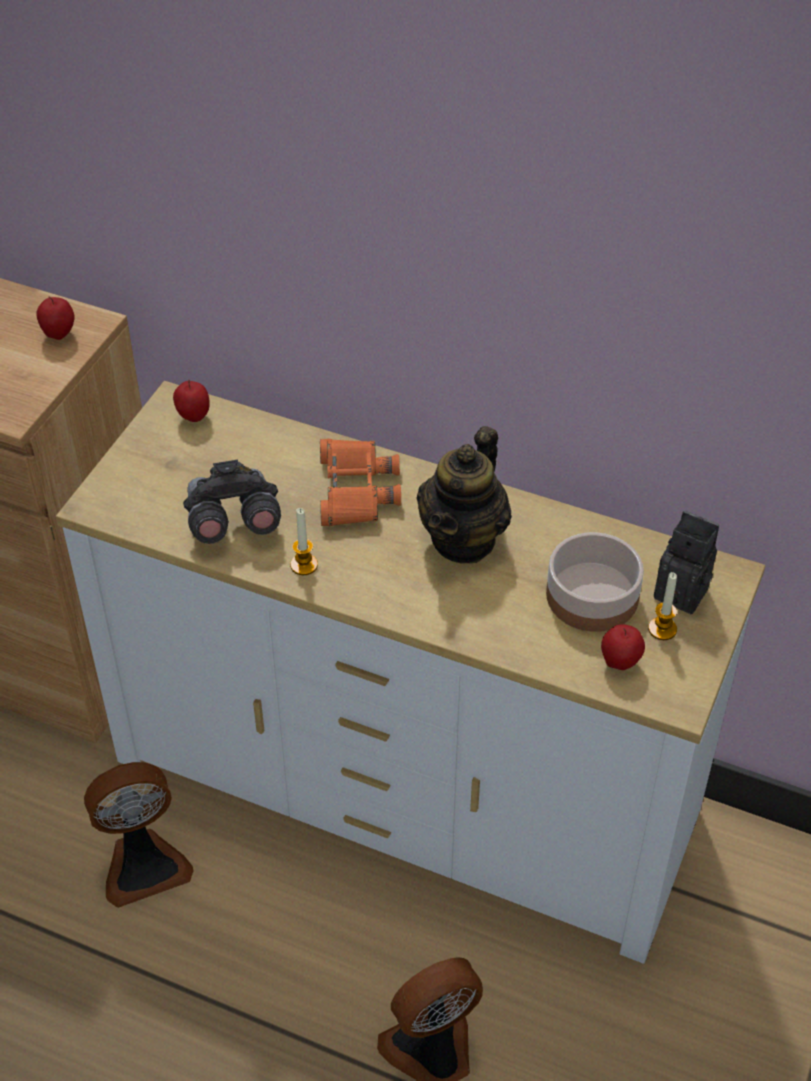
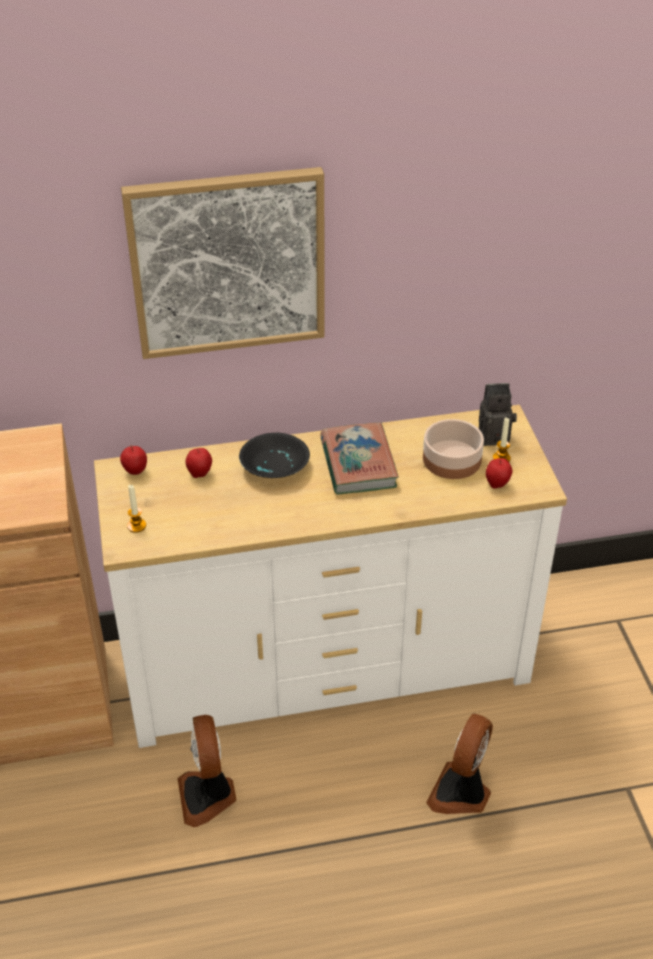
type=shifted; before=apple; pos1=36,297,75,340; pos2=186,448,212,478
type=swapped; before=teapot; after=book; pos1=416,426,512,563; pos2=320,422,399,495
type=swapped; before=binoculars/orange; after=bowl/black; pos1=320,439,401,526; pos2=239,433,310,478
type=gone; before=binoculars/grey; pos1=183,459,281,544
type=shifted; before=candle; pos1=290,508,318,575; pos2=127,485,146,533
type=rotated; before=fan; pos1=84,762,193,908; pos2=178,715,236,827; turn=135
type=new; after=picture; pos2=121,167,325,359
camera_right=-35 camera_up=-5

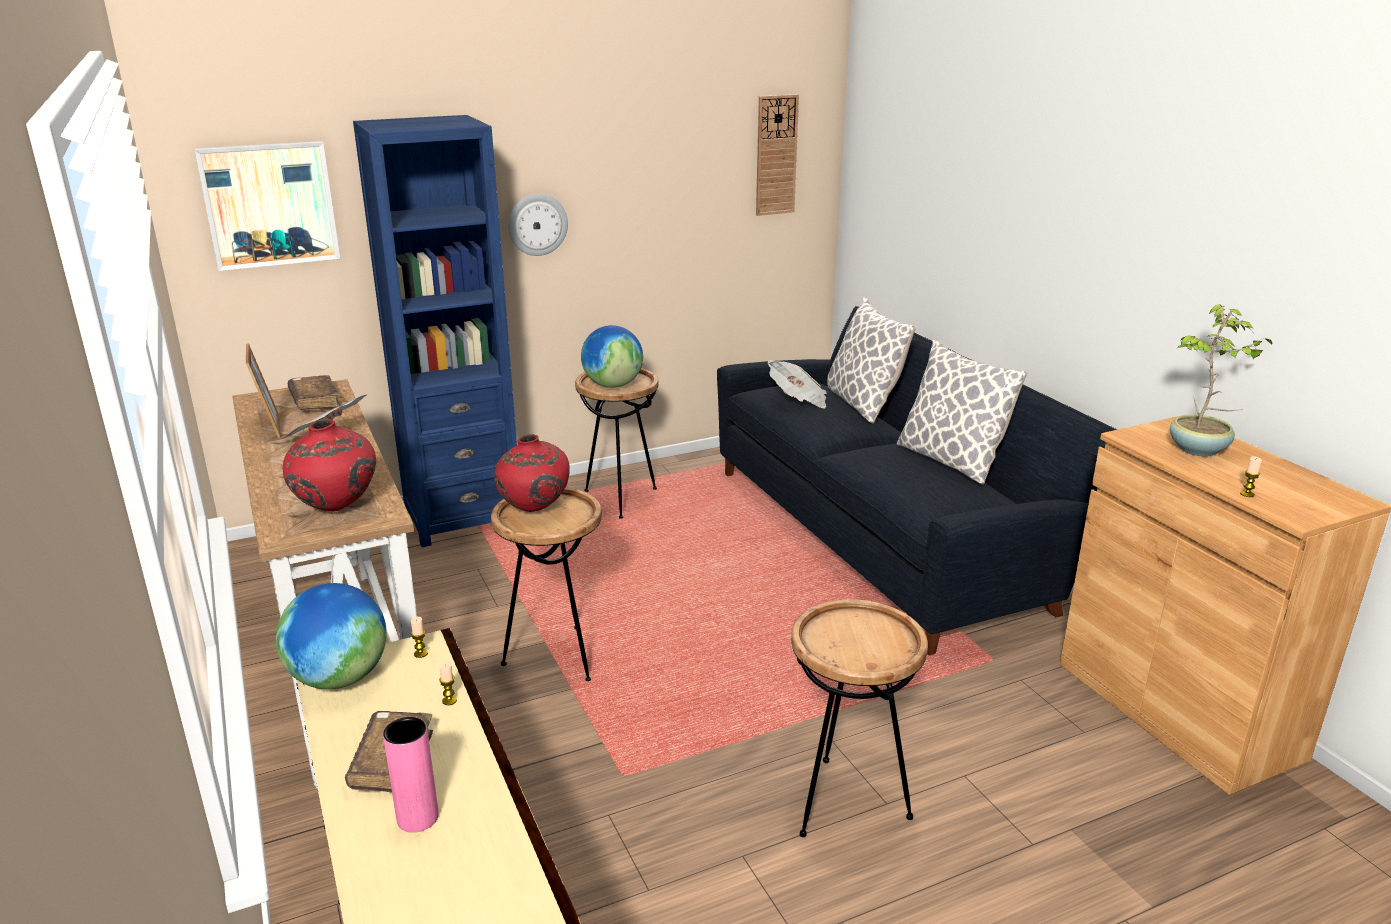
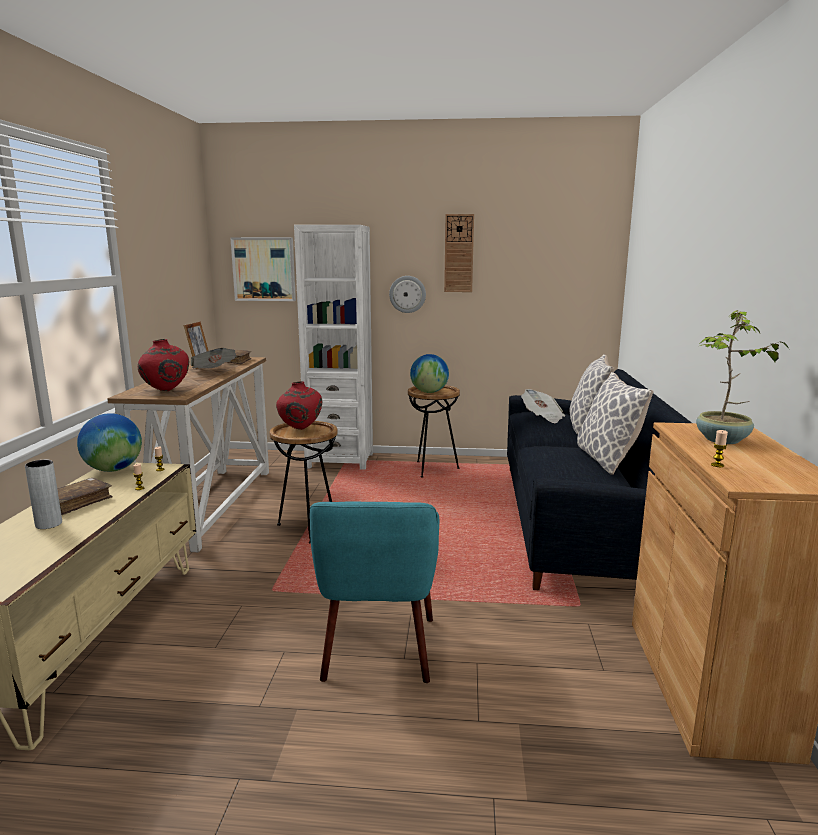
type=shifted; before=wall clock; pos1=756,94,799,216; pos2=444,214,474,292
type=repainted; before=bookcase/blue; after=bookcase/white; pos1=353,115,517,547; pos2=294,225,373,470
type=swapped; before=side table/brown; after=armchair/turquoise; pos1=791,599,928,837; pos2=310,502,439,683
type=repainted; before=vase/pink; after=vase/grey; pos1=383,717,439,833; pos2=25,459,62,529
camera_right=30 camera_up=-10

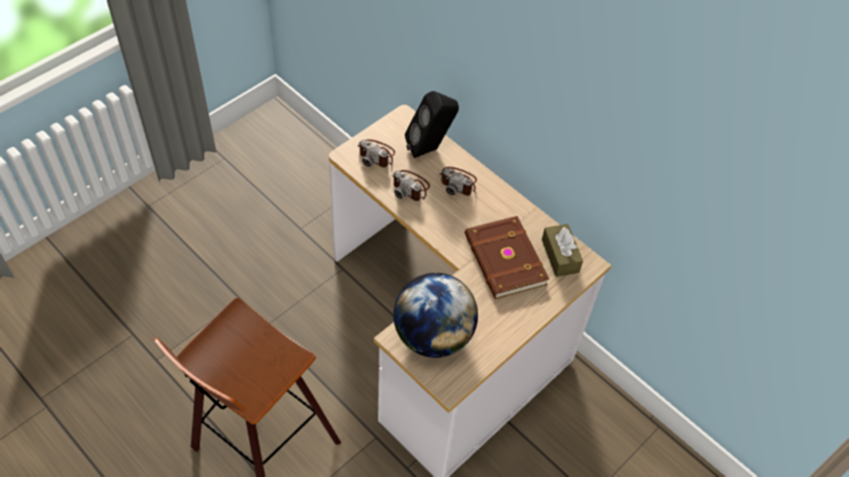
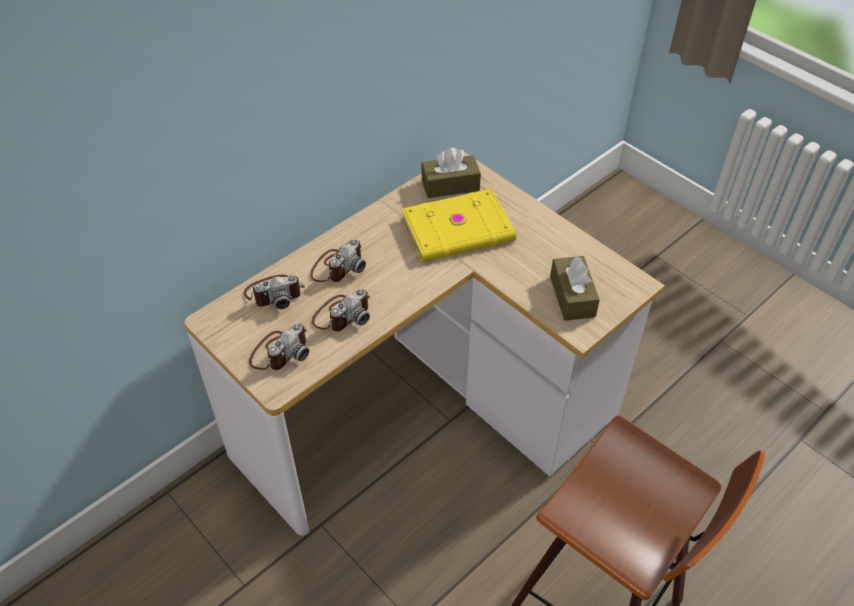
type=swapped; before=speaker/black; after=photo camera; pos1=405,91,459,158; pos2=244,275,305,309
type=repainted; before=book/brown; after=book/yellow; pos1=465,216,549,299; pos2=402,189,516,262
type=swapped; before=globe; after=tissue box/brown; pos1=393,273,478,358; pos2=550,255,600,321
camera_right=-85 camera_up=-5

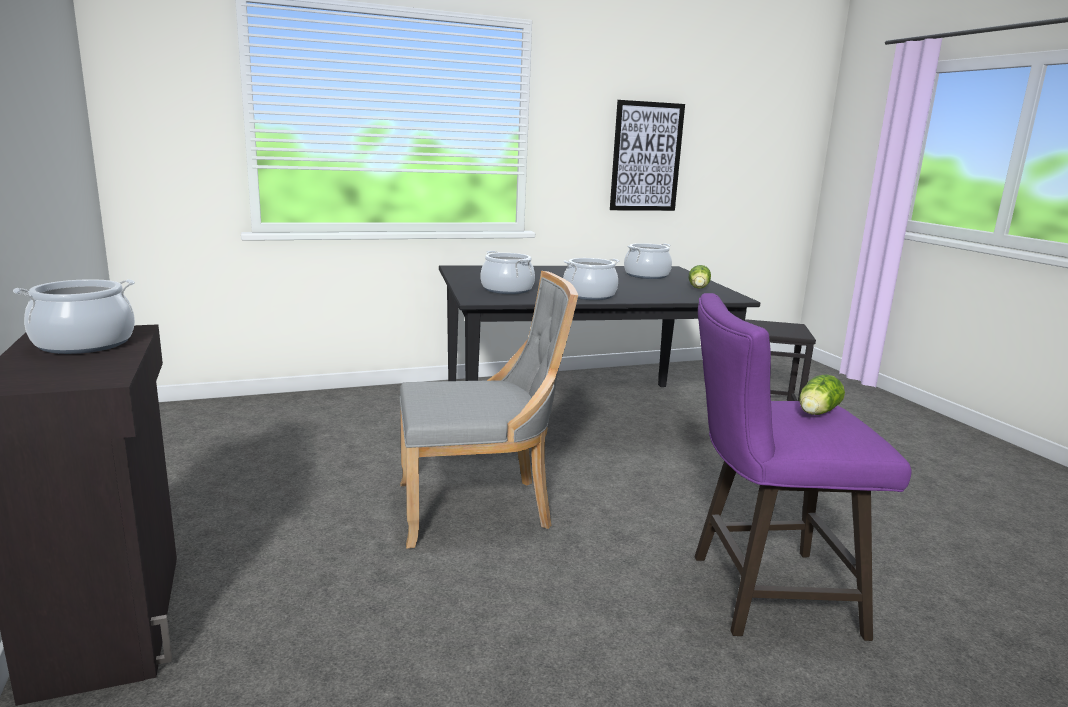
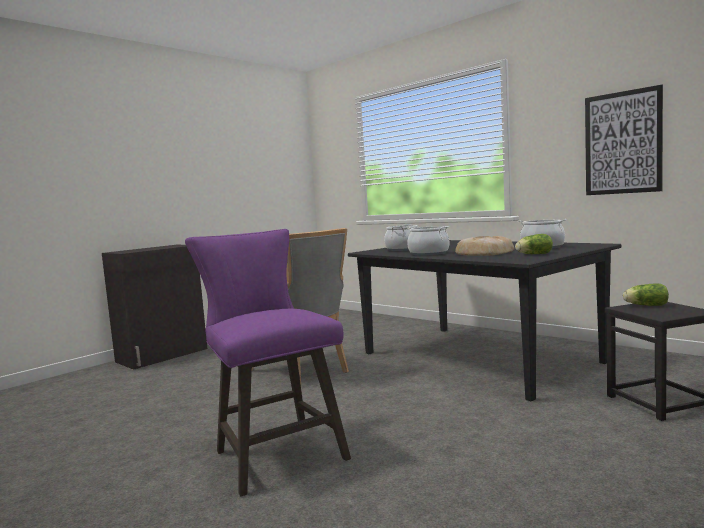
type=gone; before=cooking pot; pos1=13,279,135,354
type=shifted; before=lettuce; pos1=799,374,845,415; pos2=623,283,669,306
type=new; after=bread; pos2=455,236,514,256
camera_right=65 camera_up=-10

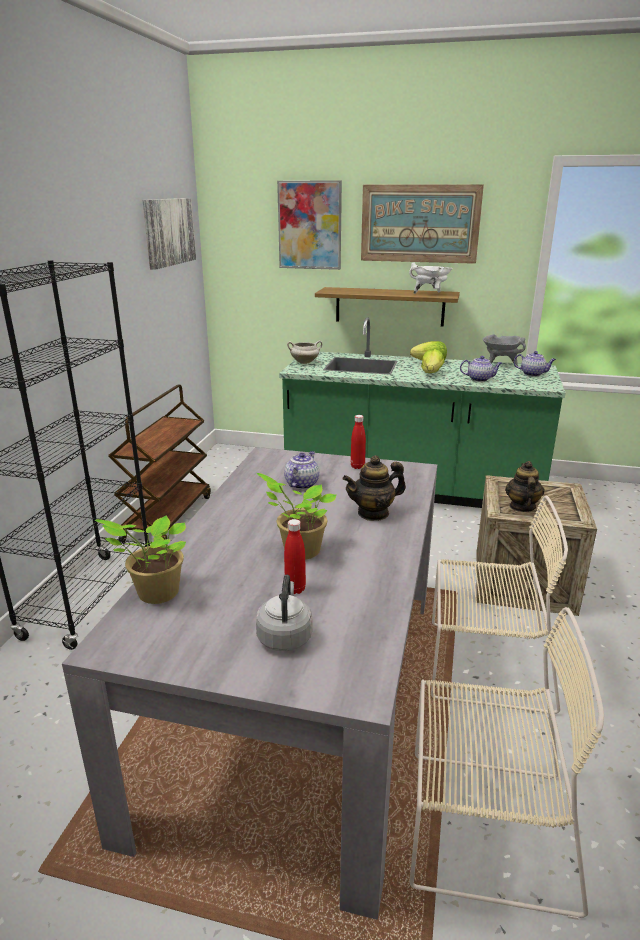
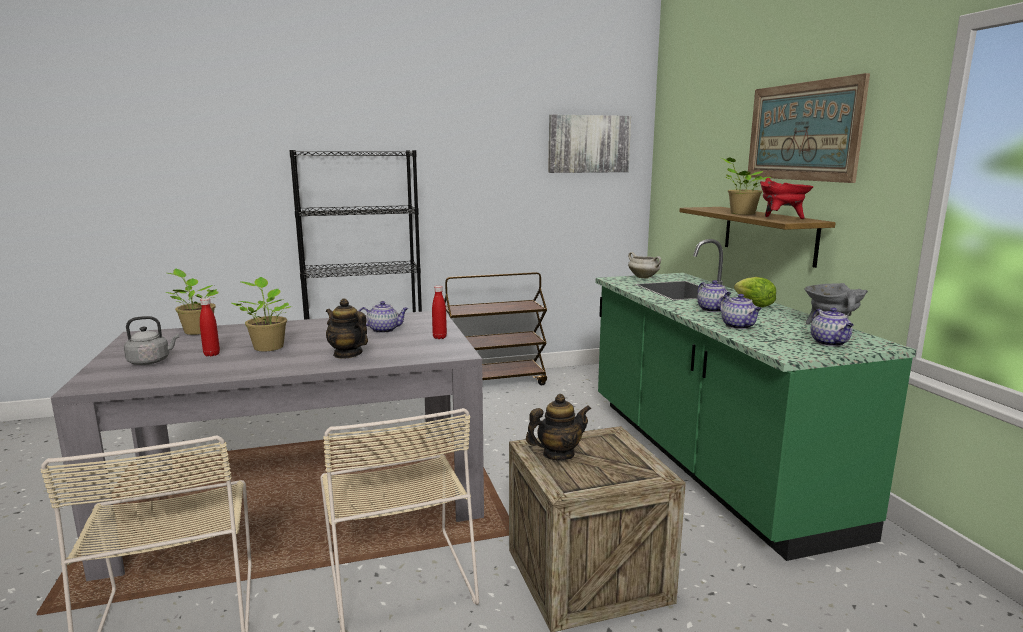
type=gone; before=picture; pos1=277,180,342,270
type=repainted; before=cooking pot/white; after=cooking pot/red; pos1=409,263,453,294; pos2=760,178,814,219
type=swapped; before=lettuce; after=teapot; pos1=421,349,445,373; pos2=697,280,731,312
type=new; after=potted plant; pos2=722,158,771,215
camera_right=60 camera_up=-10

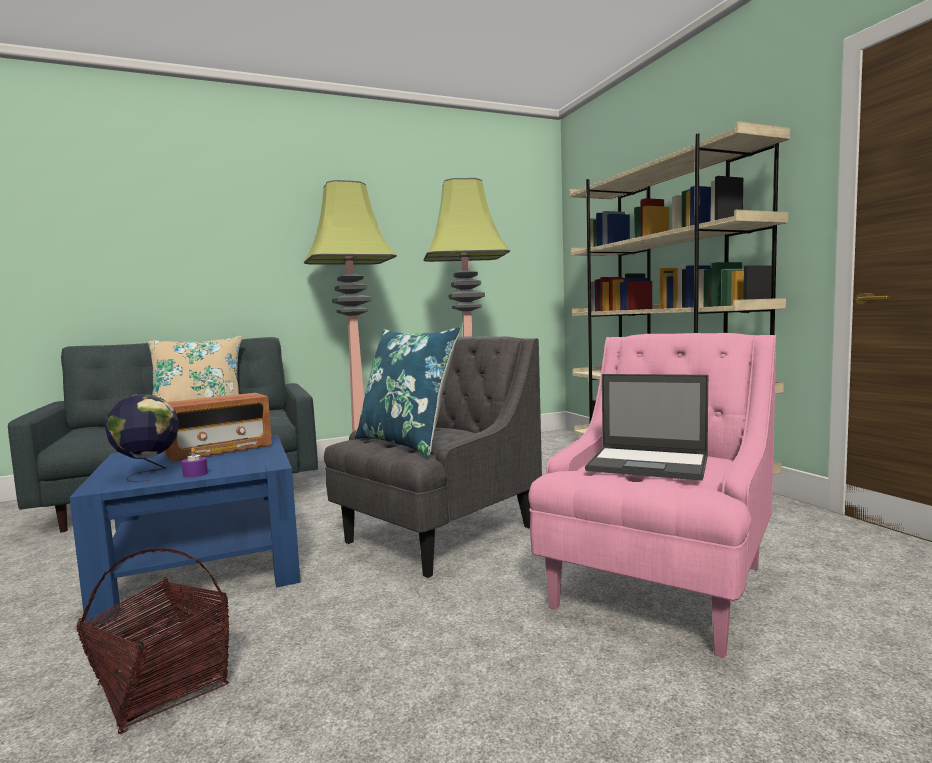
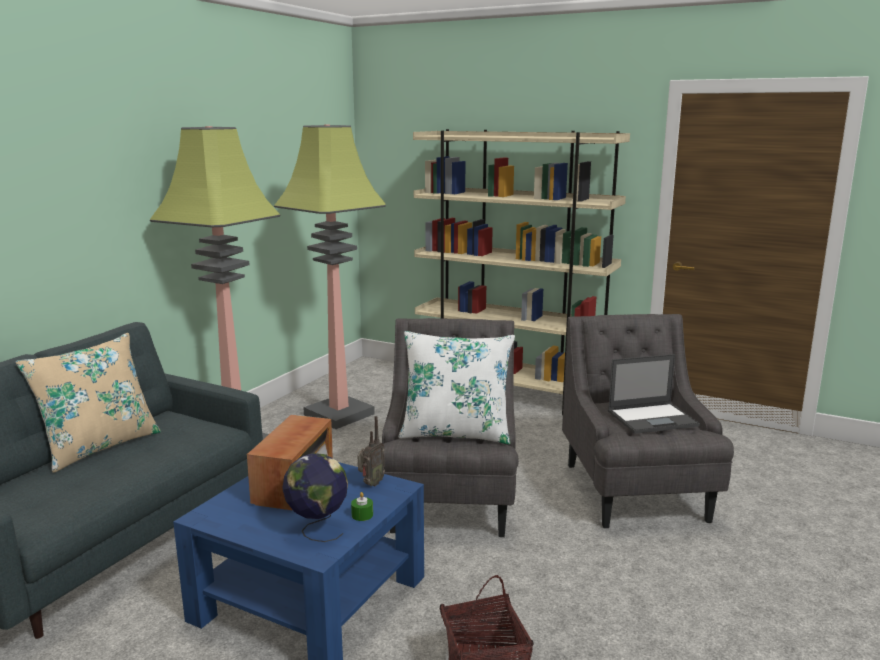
type=repainted; before=pillow/blue; after=pillow/white; pos1=355,327,461,456; pos2=399,331,515,444
type=repainted; before=armchair/pink; after=armchair/grey; pos1=528,333,777,658; pos2=562,314,734,528
type=repainted; before=candle/purple; after=candle/green; pos1=182,448,208,478; pos2=351,492,373,521
type=new; after=radio; pos2=358,416,385,486
camera_right=-40 camera_up=10

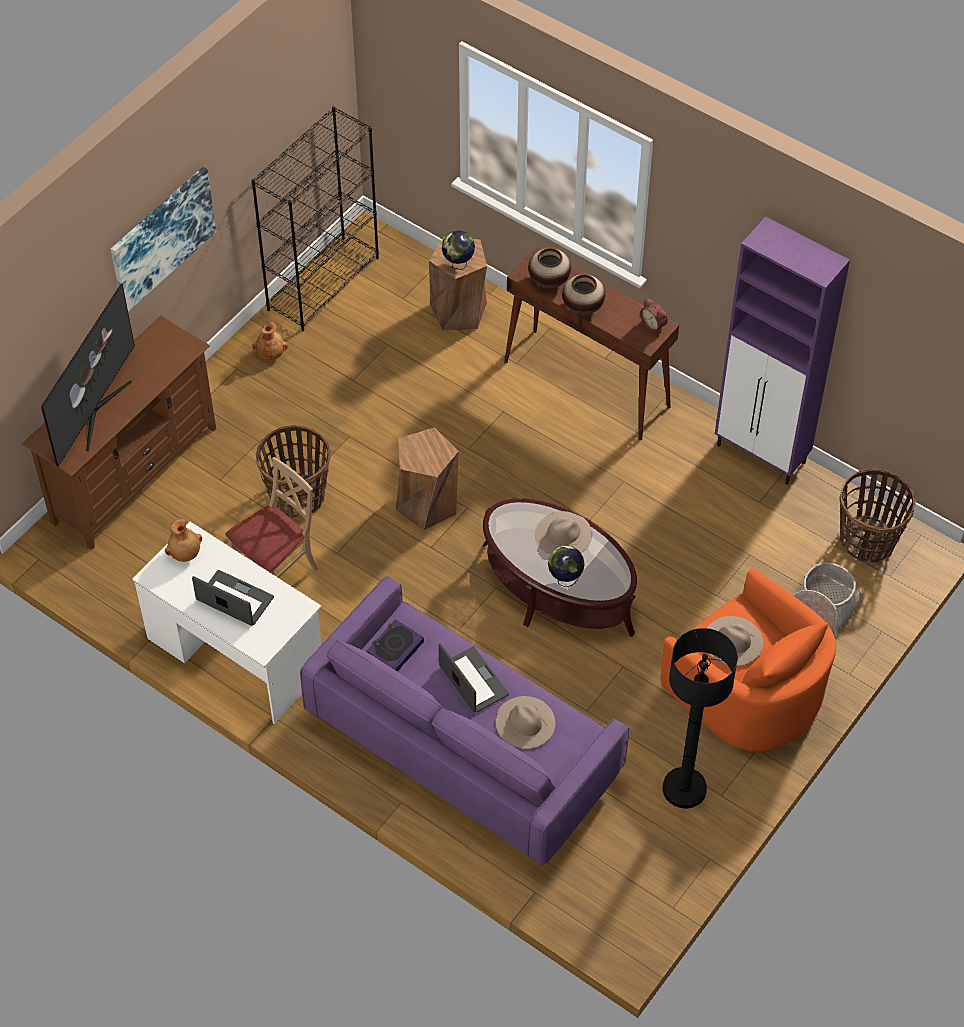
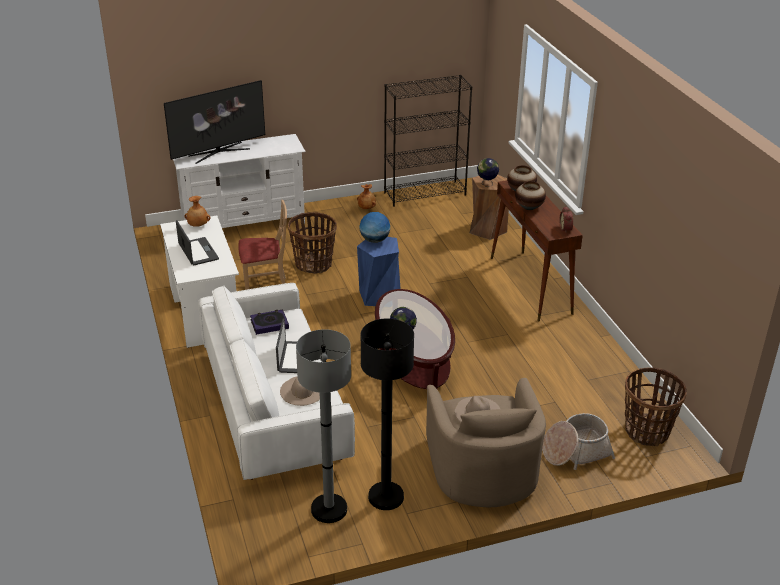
type=gone; before=picture; pos1=111,167,216,312
type=gone; before=cabinet/purple; pos1=715,217,850,485
type=repainted; before=tv stand/brown; after=tv stand/white; pos1=22,316,216,550; pos2=173,134,306,228
type=repainted; before=stool/brown; after=stool/blue; pos1=396,427,459,531; pos2=357,237,400,306
type=gone; before=hat/beige; pos1=535,511,592,555
type=repainted; before=armchair/orange; after=armchair/beige; pos1=661,568,836,752; pos2=426,378,546,507
type=repainted; before=sofa/purple; after=sofa/white; pos1=300,576,629,866; pos2=198,283,355,480
type=new; after=globe; pos2=359,212,390,243
type=new; after=floor lamp/grey; pos2=296,329,351,523
camera_right=35 camera_up=-20

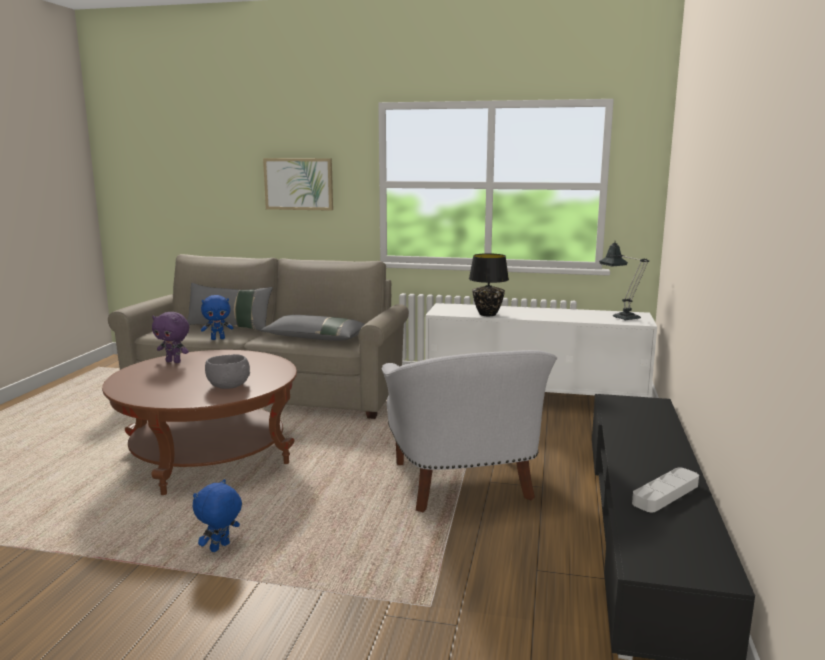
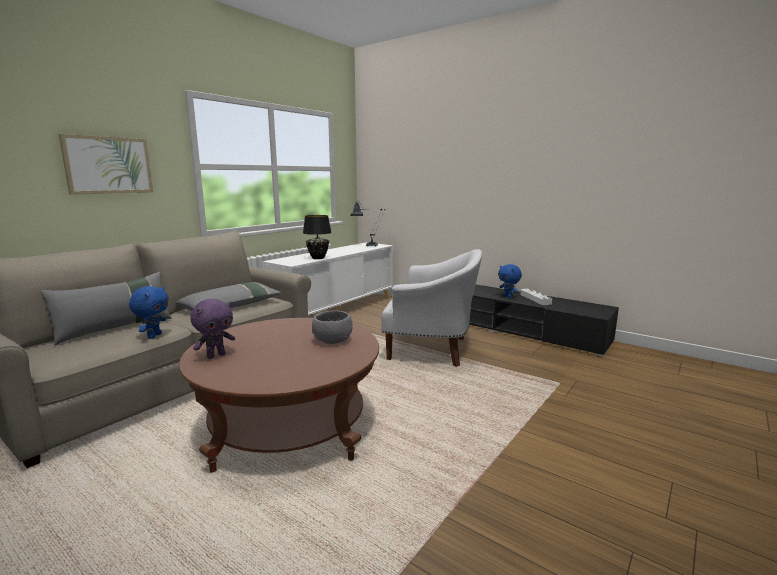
type=shifted; before=plush toy/blue; pos1=193,479,242,552; pos2=498,264,522,298
camera_right=-65 camera_up=0

